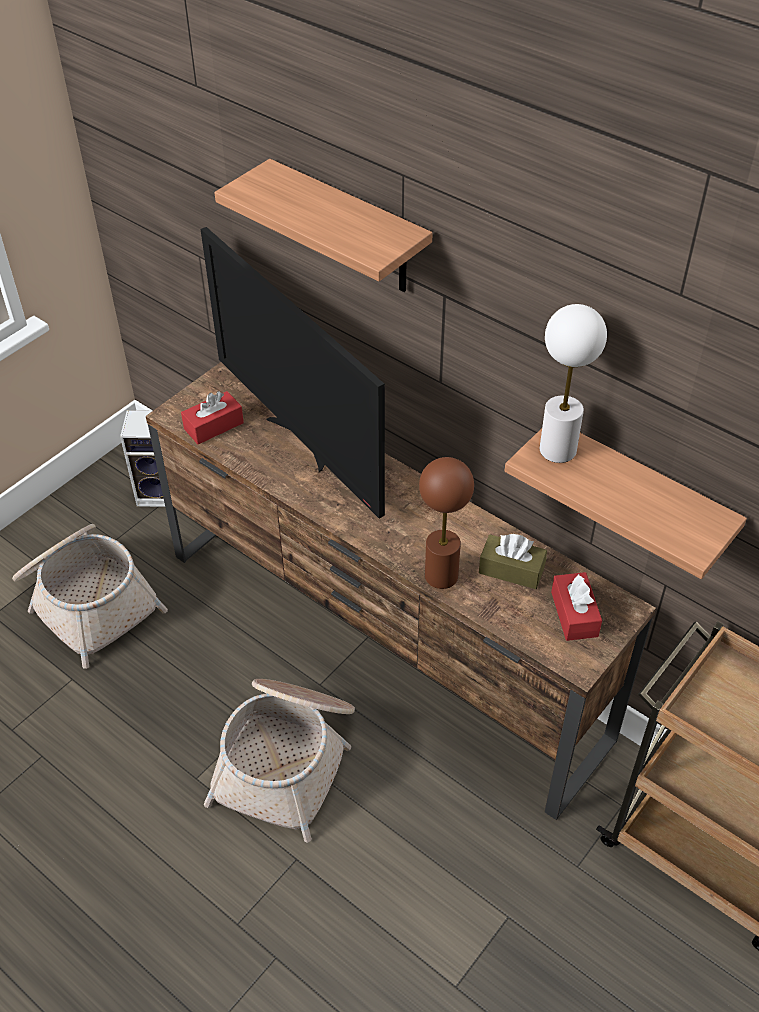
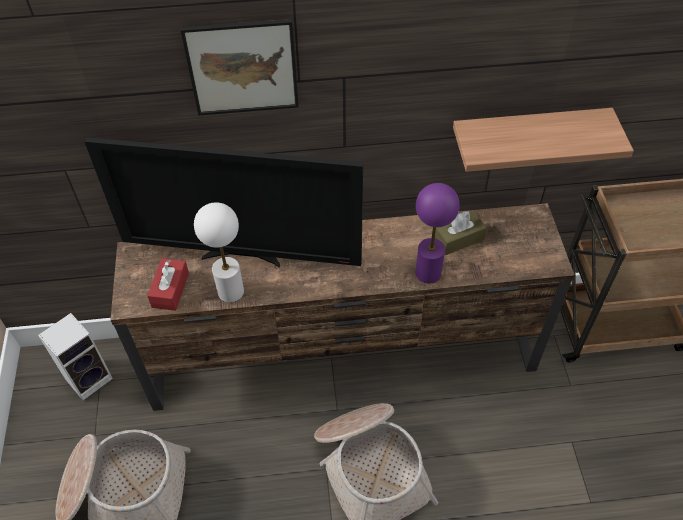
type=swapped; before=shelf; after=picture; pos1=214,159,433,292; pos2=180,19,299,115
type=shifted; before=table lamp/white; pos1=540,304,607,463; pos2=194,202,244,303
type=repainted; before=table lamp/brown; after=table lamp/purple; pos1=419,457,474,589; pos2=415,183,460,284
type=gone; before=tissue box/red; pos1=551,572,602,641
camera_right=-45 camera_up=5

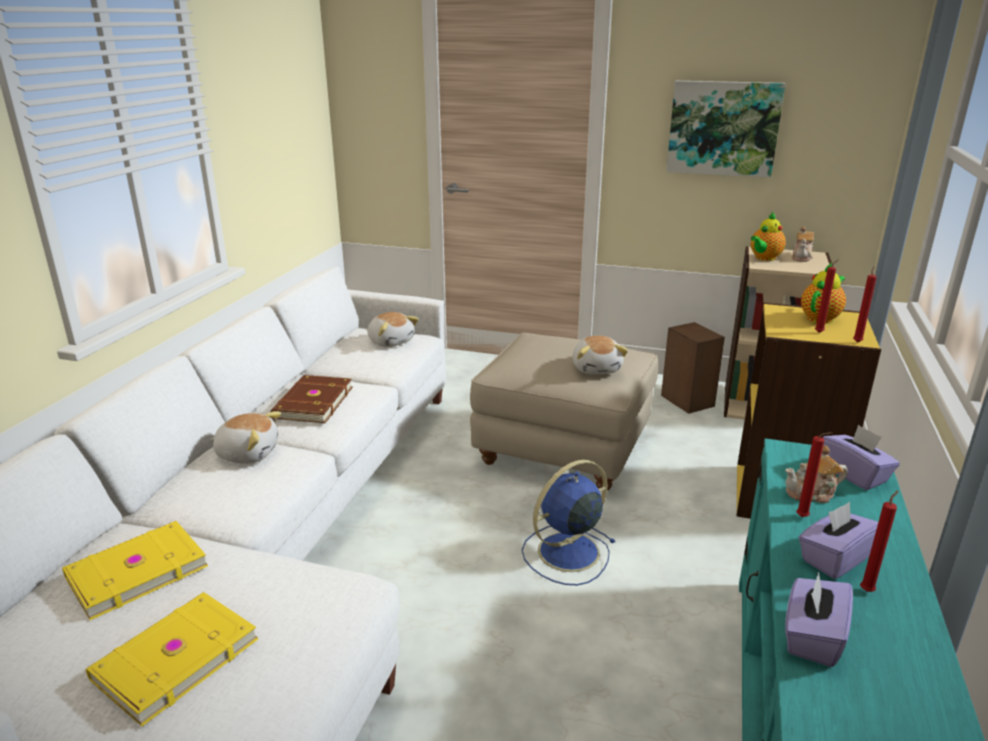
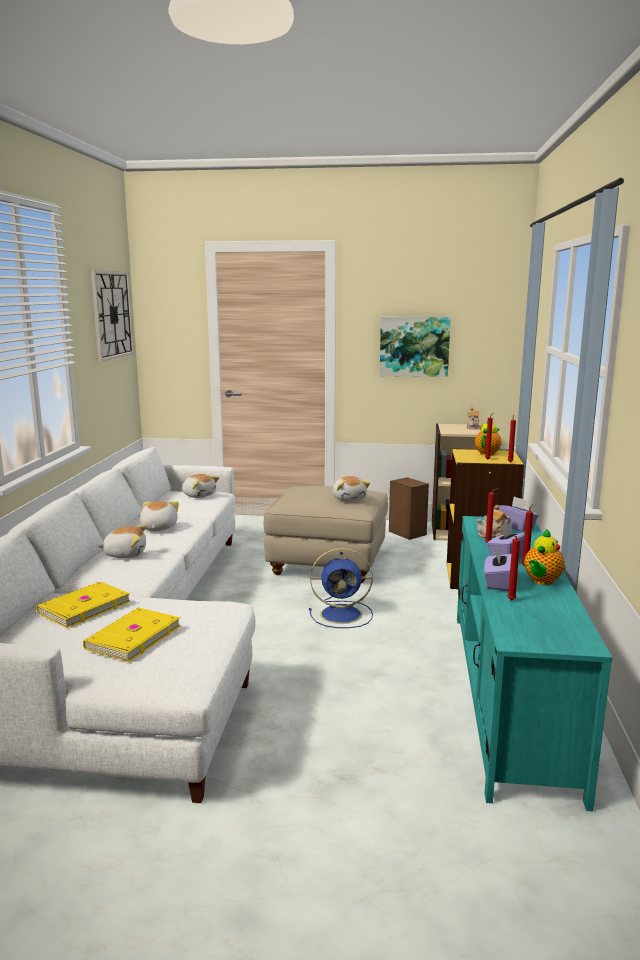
type=shifted; before=teapot; pos1=751,212,786,261; pos2=524,529,565,585
type=swapped; before=book/brown; after=plush toy; pos1=270,375,353,423; pos2=140,501,179,531
type=rotated; before=fan/blue; pos1=522,460,616,585; pos2=309,548,373,628; turn=-135
type=new; after=wall clock; pos2=91,270,134,362
type=new; after=candle/red; pos2=507,534,520,601
camera_right=-10 camera_up=-10

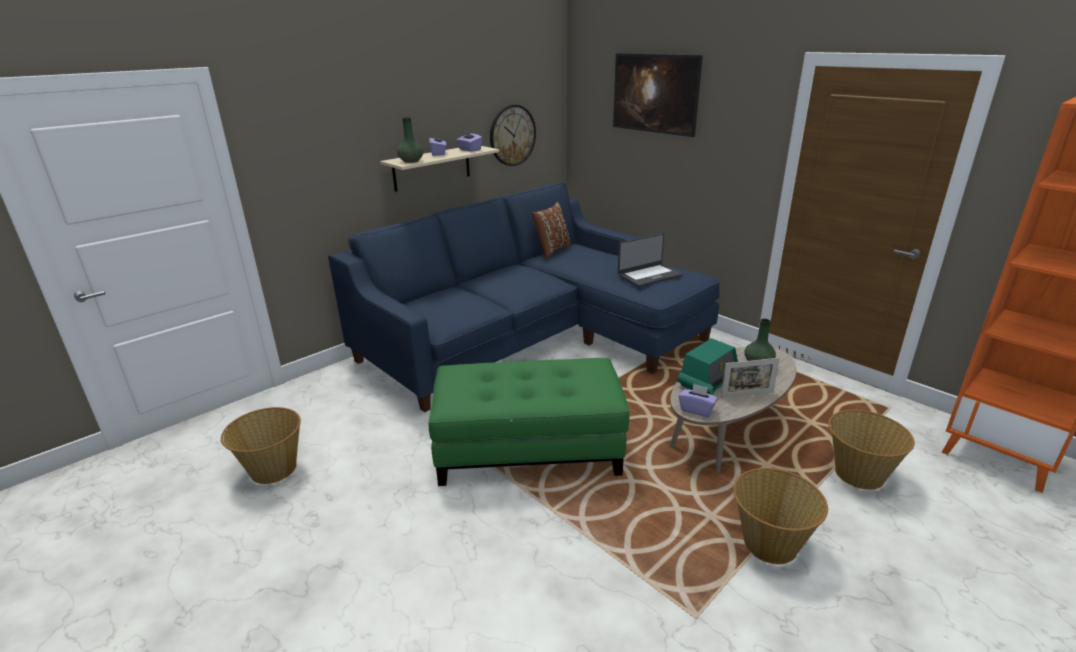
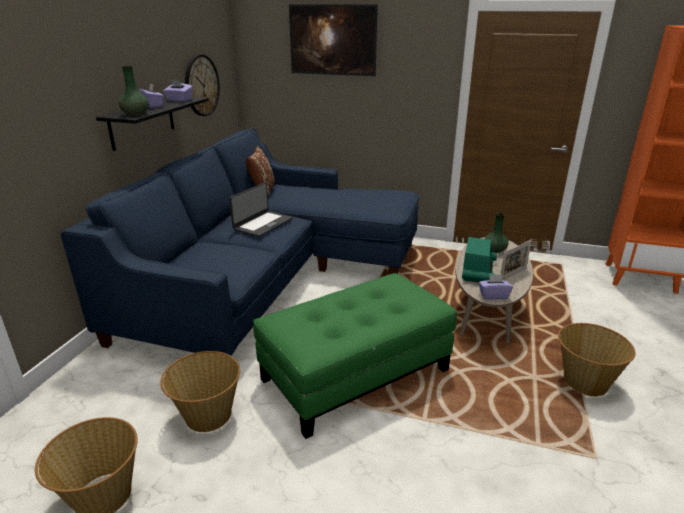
type=repainted; before=shelf/beige; after=shelf/black; pos1=380,146,499,192; pos2=96,97,209,151
type=shifted; before=laptop; pos1=618,233,683,287; pos2=229,182,293,237
type=shifted; before=basket; pos1=828,410,915,490; pos2=160,351,240,432
camera_right=-30 camera_up=0

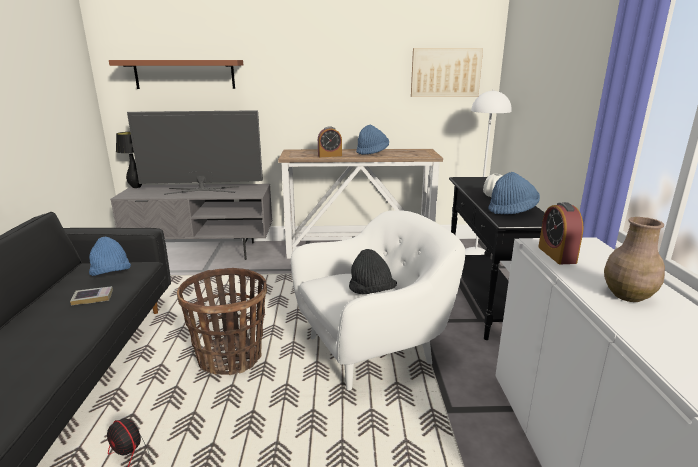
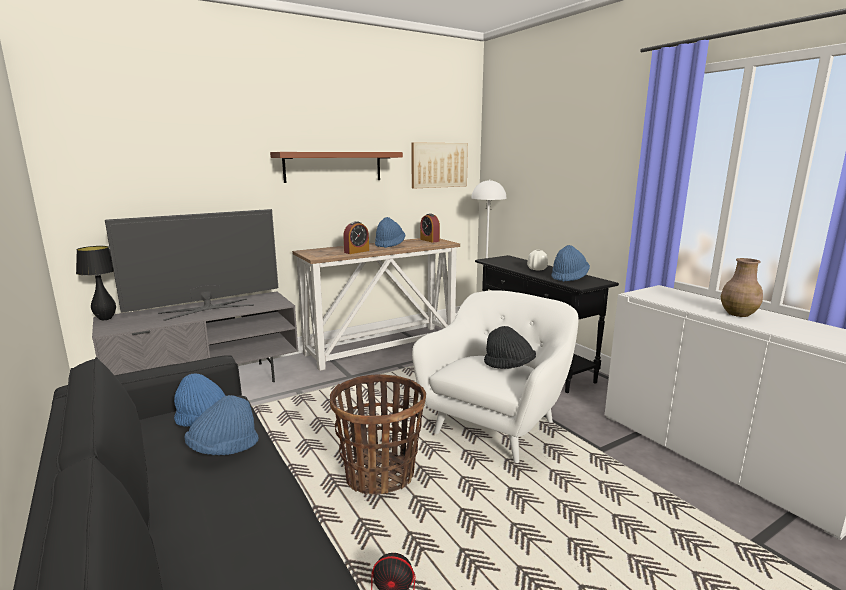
type=shifted; before=shelf/brown; pos1=109,60,243,89; pos2=270,152,403,183
type=shifted; before=alarm clock; pos1=538,202,584,264; pos2=420,213,440,243
type=swapped; before=book; after=hat/blue; pos1=70,286,113,305; pos2=184,395,259,455
camera_right=-30 camera_up=-5

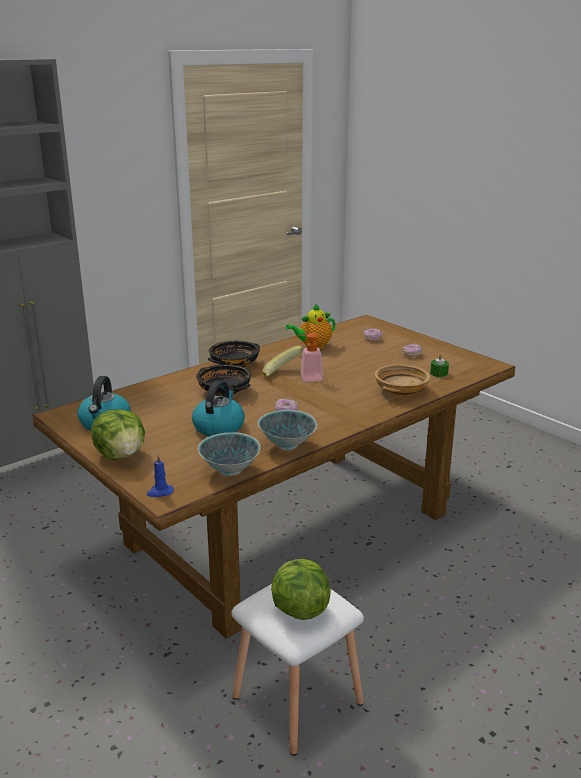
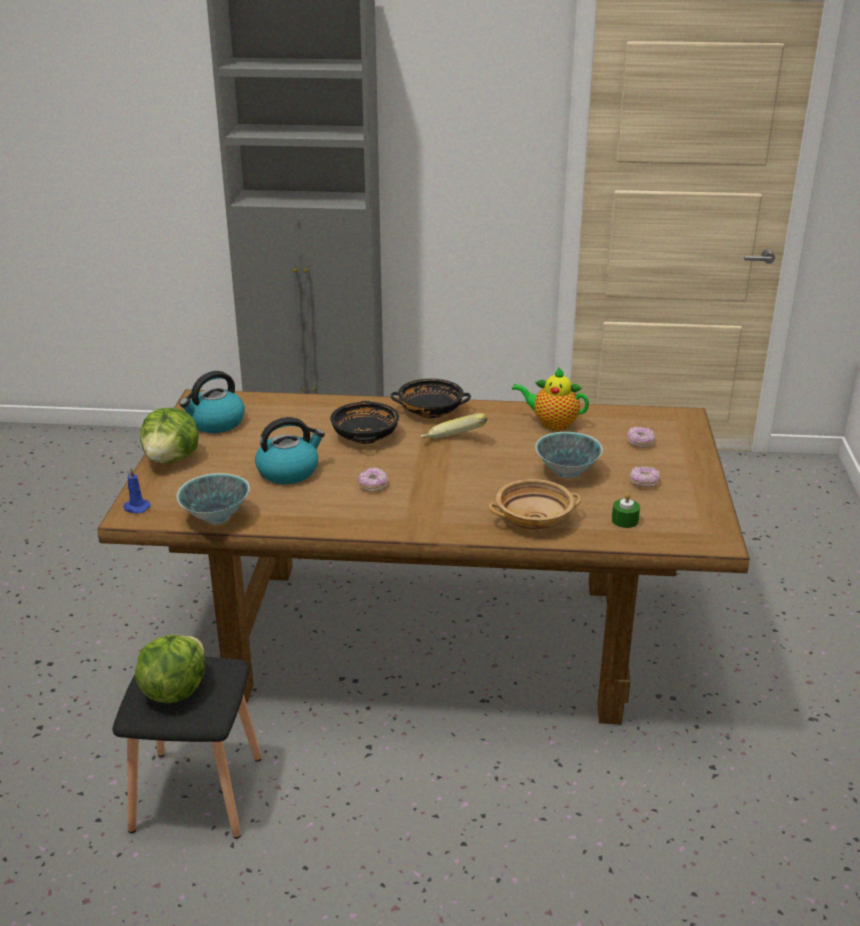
type=gone; before=soap dispenser; pos1=293,333,323,381
type=shifted; before=bowl; pos1=258,410,317,450; pos2=535,432,603,479
type=repainted; before=stool/white; after=stool/black; pos1=231,584,364,756; pos2=112,657,262,839
camera_right=45 camera_up=5

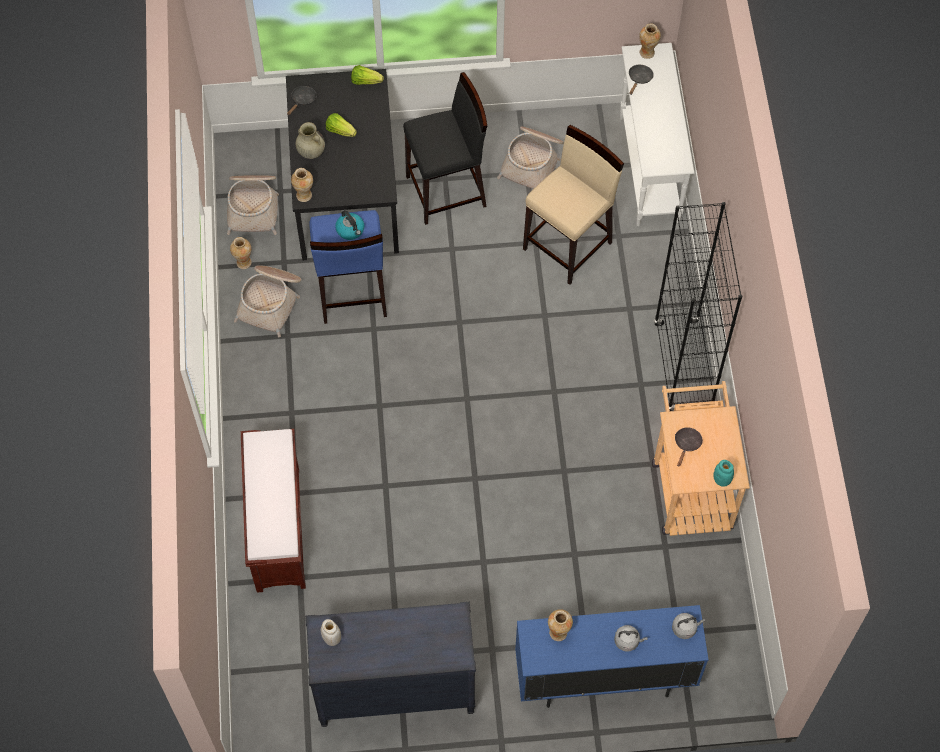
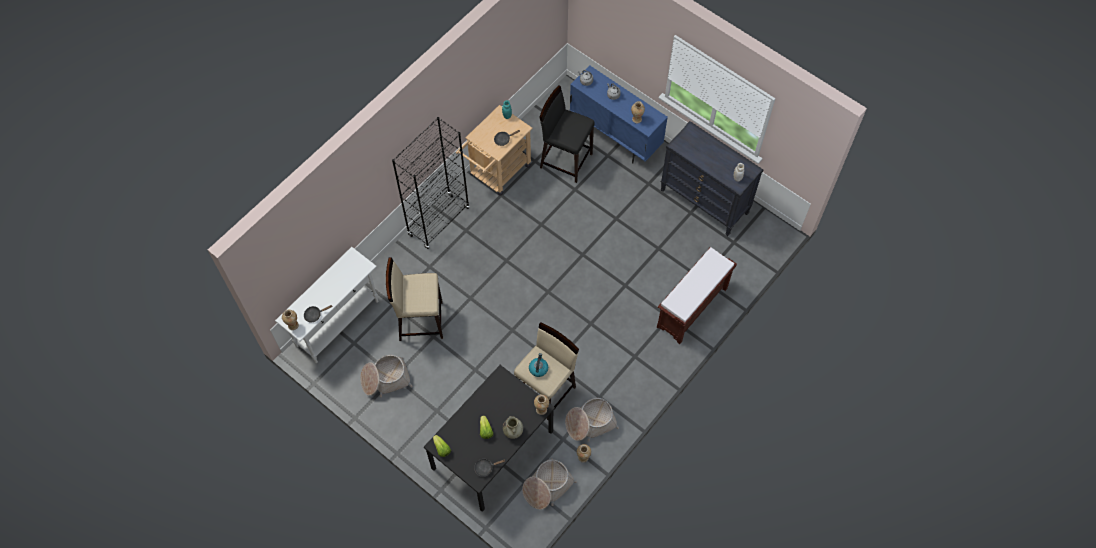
type=shifted; before=stool/black; pos1=403,72,487,225; pos2=539,85,595,183
type=repainted; before=stool/blue; after=stool/beige; pos1=309,210,387,324; pos2=514,322,579,420
camera_right=-135 camera_up=0

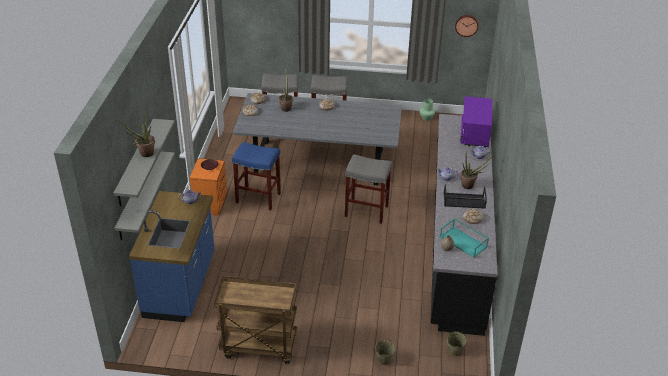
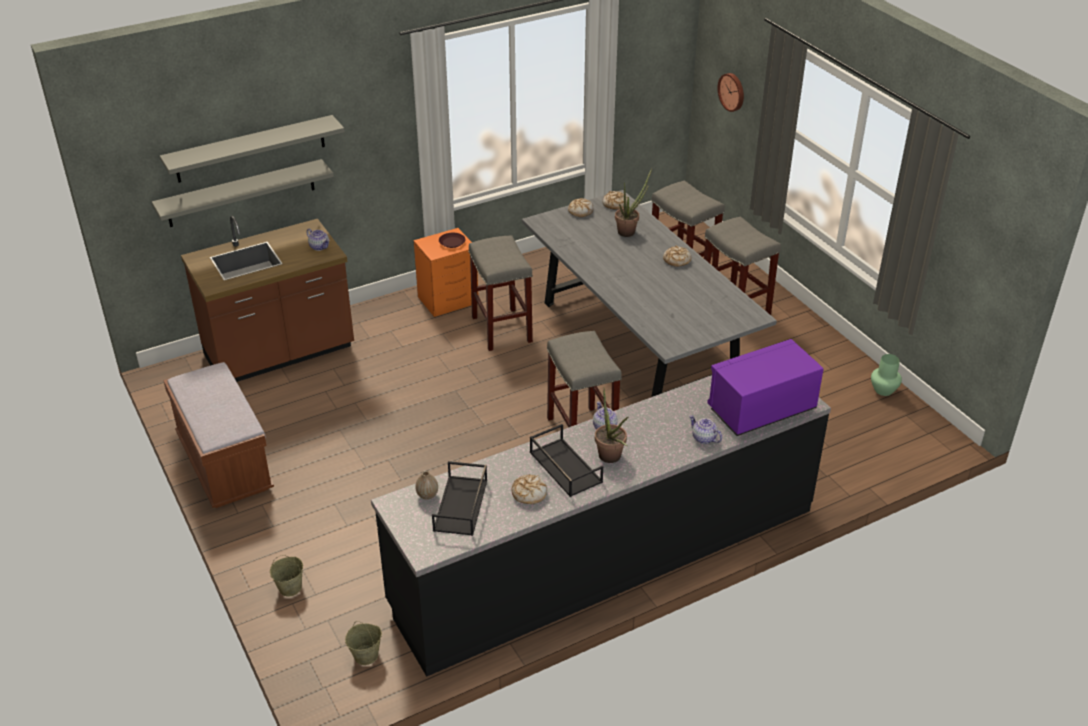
type=shifted; before=wall clock; pos1=455,15,478,37; pos2=718,73,744,112
type=gone; before=potted plant; pos1=120,111,155,157
type=repainted; before=stool/blue; after=stool/grey; pos1=232,142,281,210; pos2=469,235,533,351
type=repainted; before=counter/blue; after=counter/brown; pos1=129,191,215,322; pos2=181,216,354,382
type=repainted; before=tray/turquoise; after=tray/black; pos1=440,218,489,258; pos2=432,461,487,536
type=swapped; before=cart/brown; after=bench/brown; pos1=214,276,297,365; pos2=163,362,274,508
camera_right=55 camera_up=0

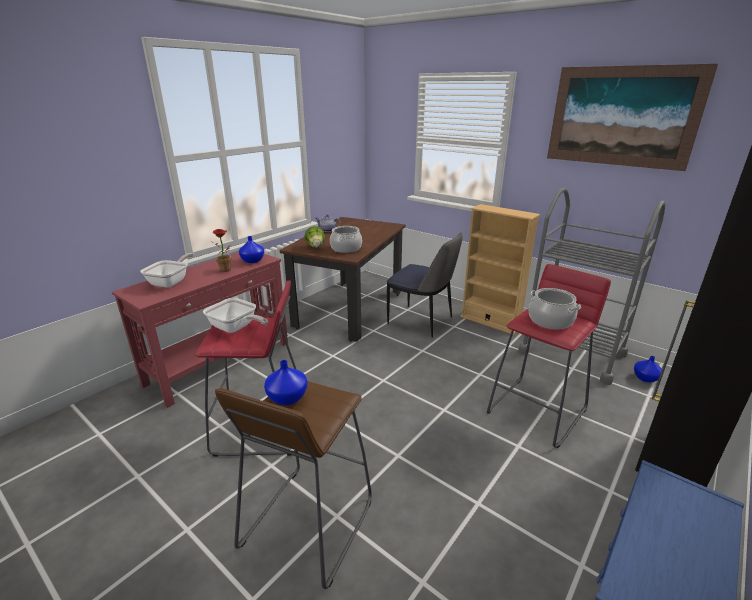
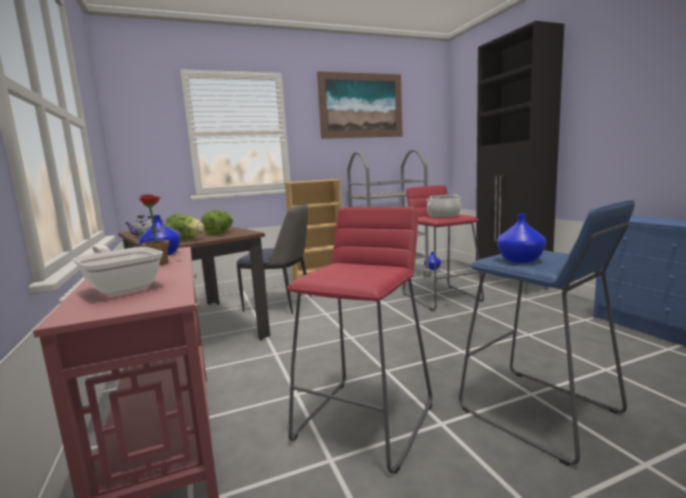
type=swapped; before=cooking pot; after=lettuce; pos1=330,226,362,253; pos2=201,210,233,235
type=rotated; before=chair; pos1=387,232,463,338; pos2=236,204,311,314; turn=45
type=gone; before=frying pan; pos1=203,298,268,333
type=repainted; before=stool/brown; after=stool/blue; pos1=215,381,372,589; pos2=459,200,635,466
camera_right=-60 camera_up=-15

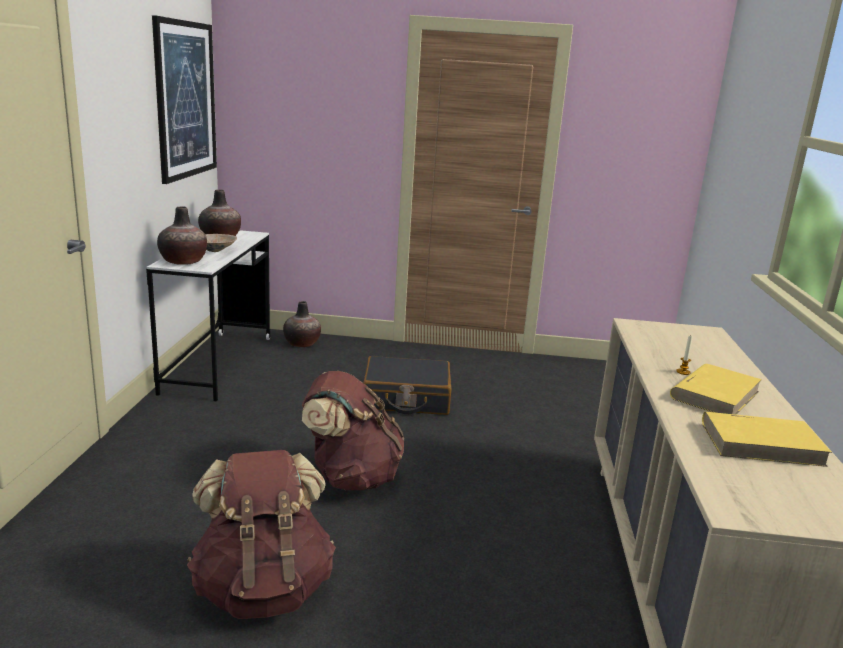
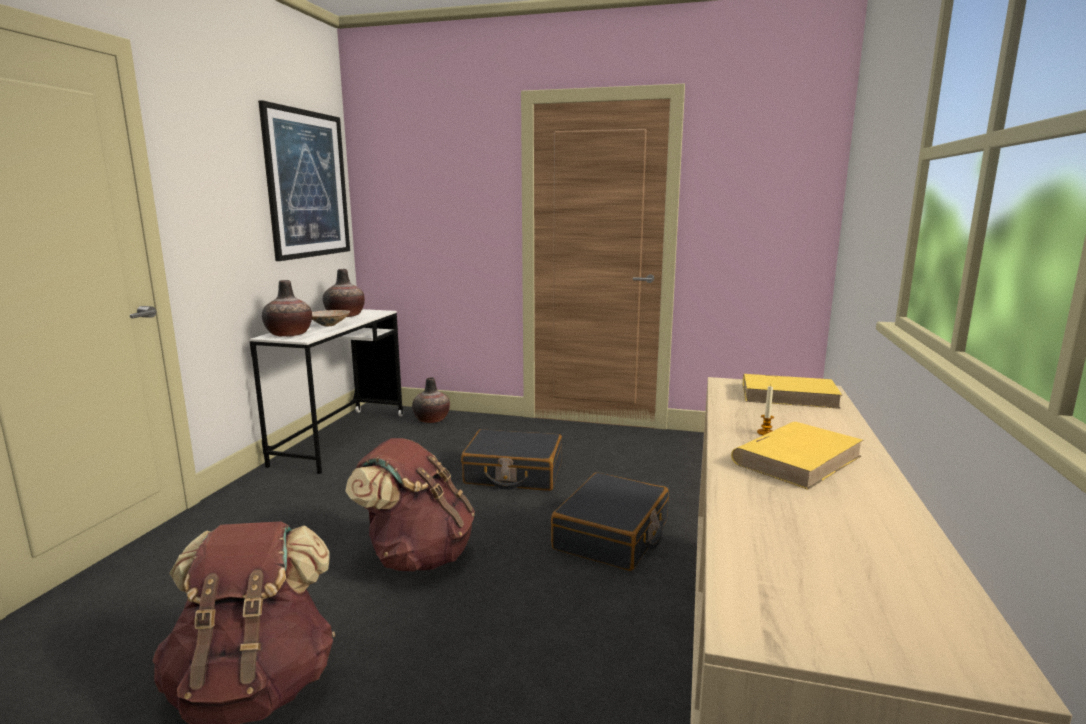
type=shifted; before=book/yellow; pos1=702,412,832,467; pos2=743,374,842,409
type=new; after=suitcase/black; pos2=551,472,669,571
camera_right=10 camera_up=-5

